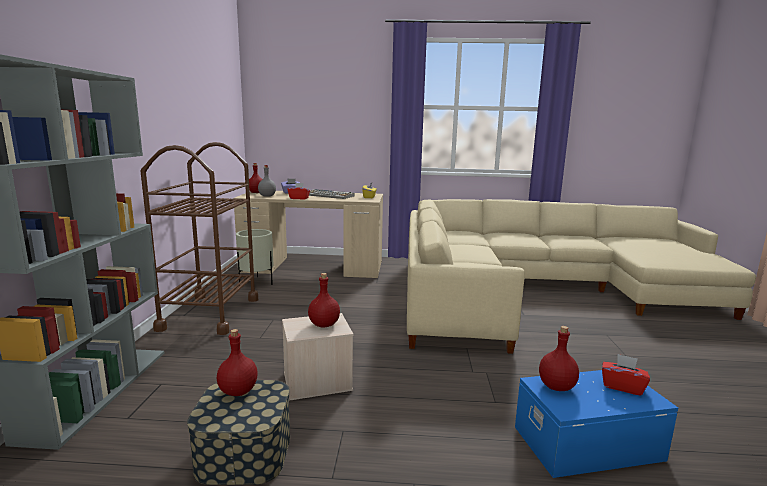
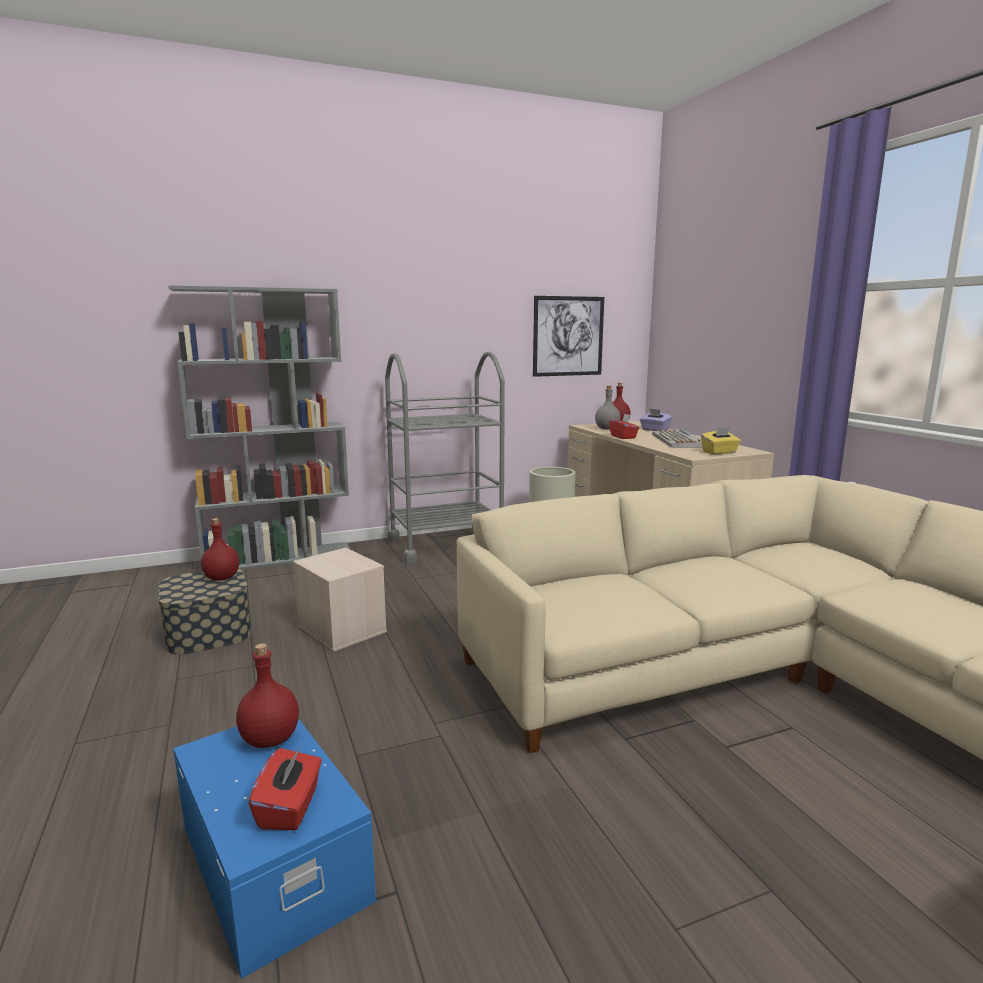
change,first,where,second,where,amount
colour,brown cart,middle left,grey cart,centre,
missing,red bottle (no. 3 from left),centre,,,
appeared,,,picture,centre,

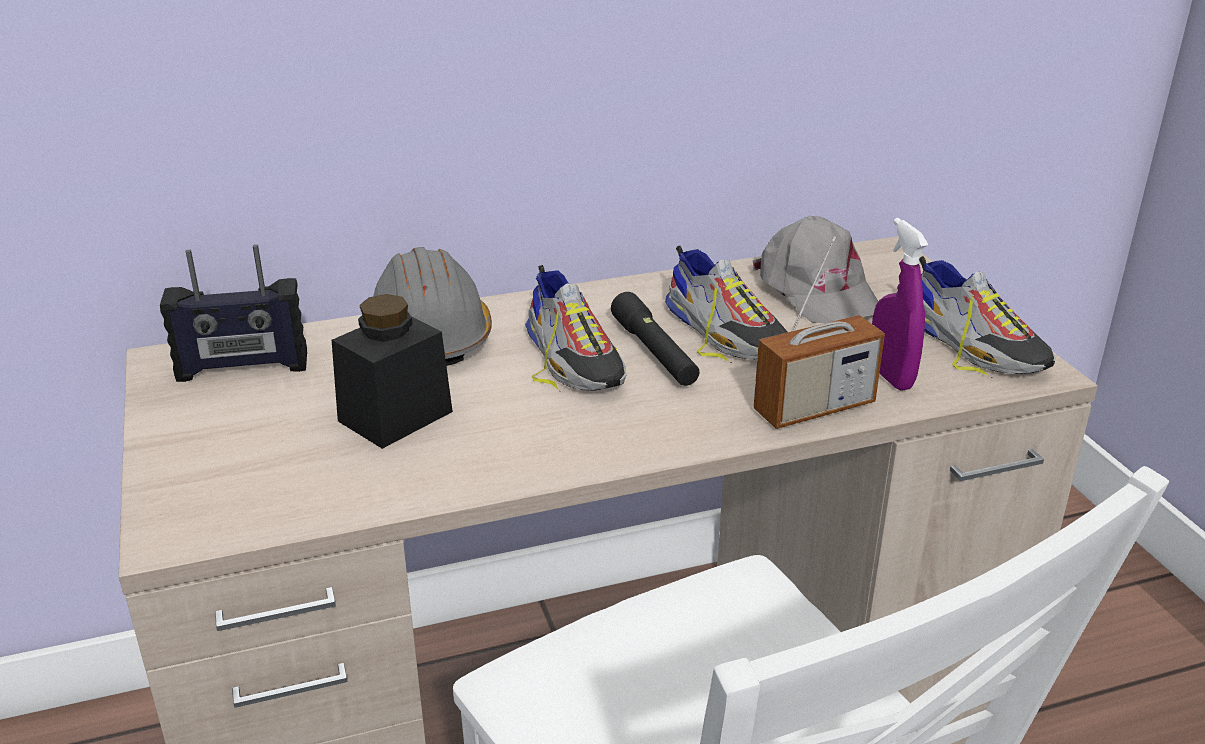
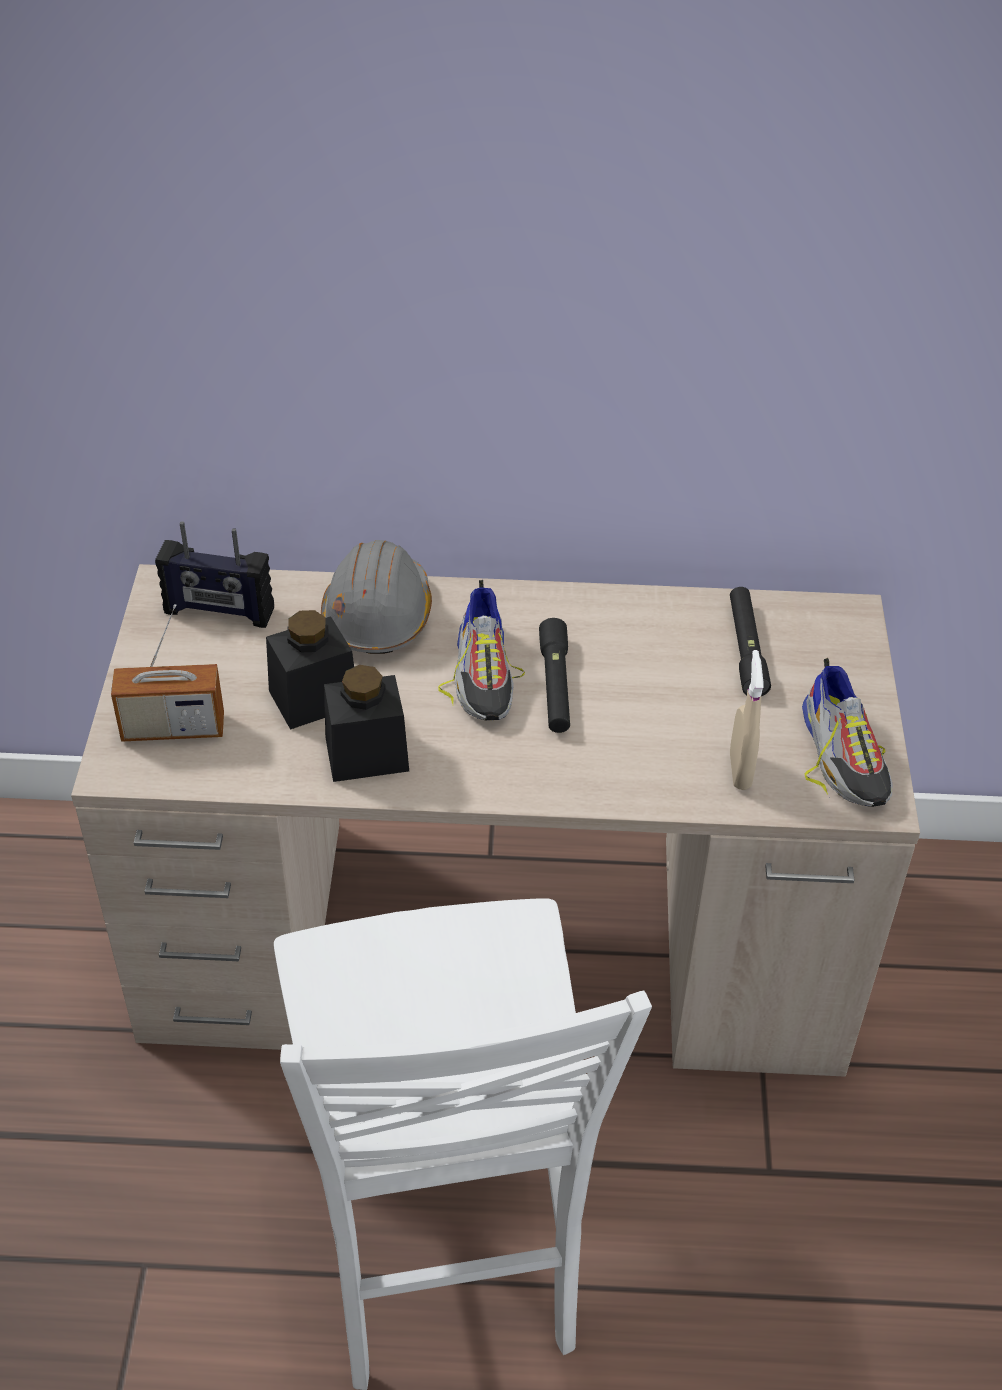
change,first,where,second,where,amount
missing,shoe (no. 2 from left),centre,,,
exchanged,grey cap,middle right,black flashlight (no. 2 from left),middle right,
relocated,radio (no. 2 from left in the first image),middle right,radio (no. 1 from left),middle left,
colour,purple spray bottle,middle right,beige spray bottle,middle right,
appeared,,,black jar (no. 2 from left),centre,

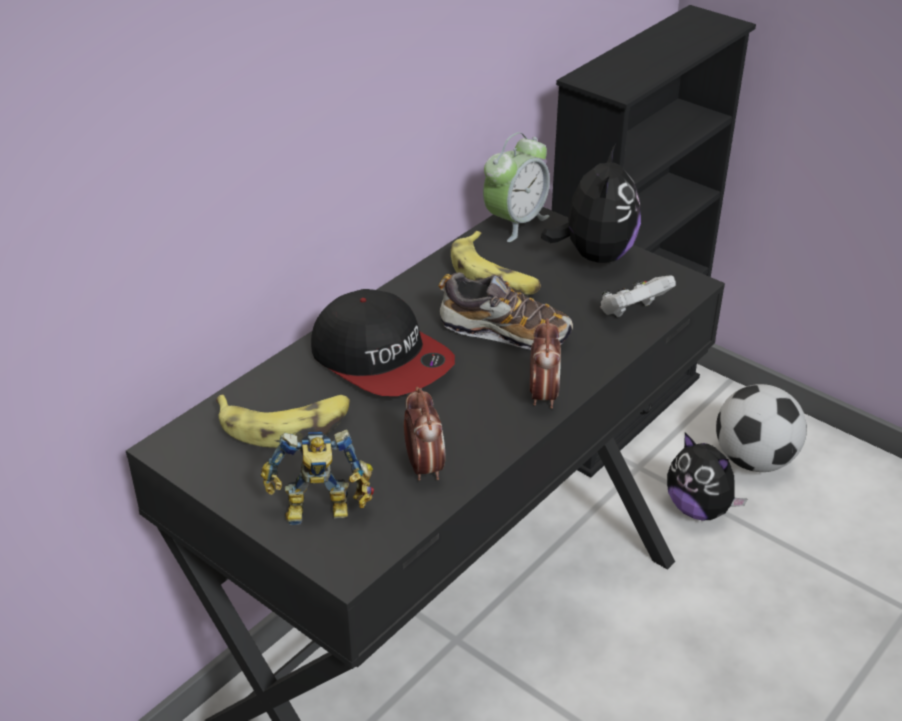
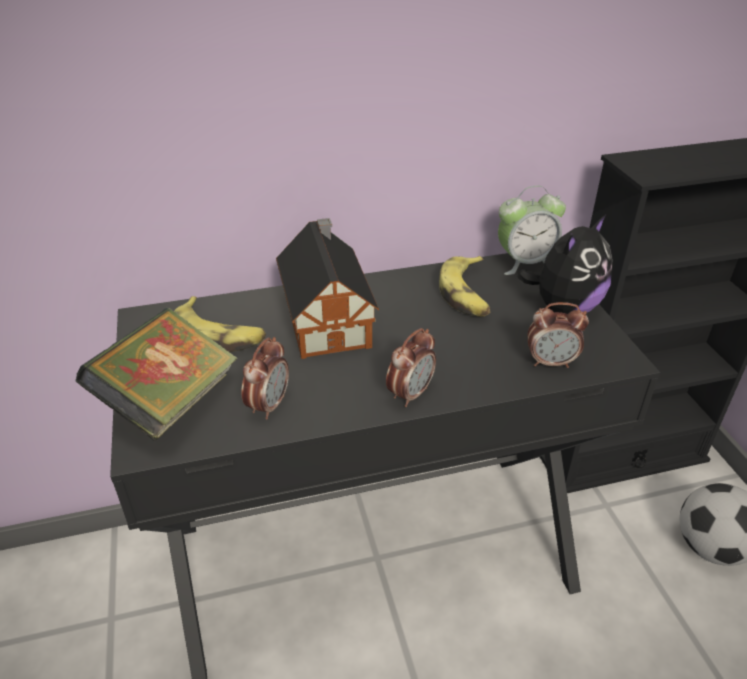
change,first,where,second,where,amount
exchanged,toy robot,centre,book,middle left,
exchanged,cap,centre,toy house,centre,
missing,shoe,centre,,,
exchanged,white game controller,middle right,alarm clock (no. 4 from left),middle right,
missing,plush toy (no. 2 from left),middle right,,,

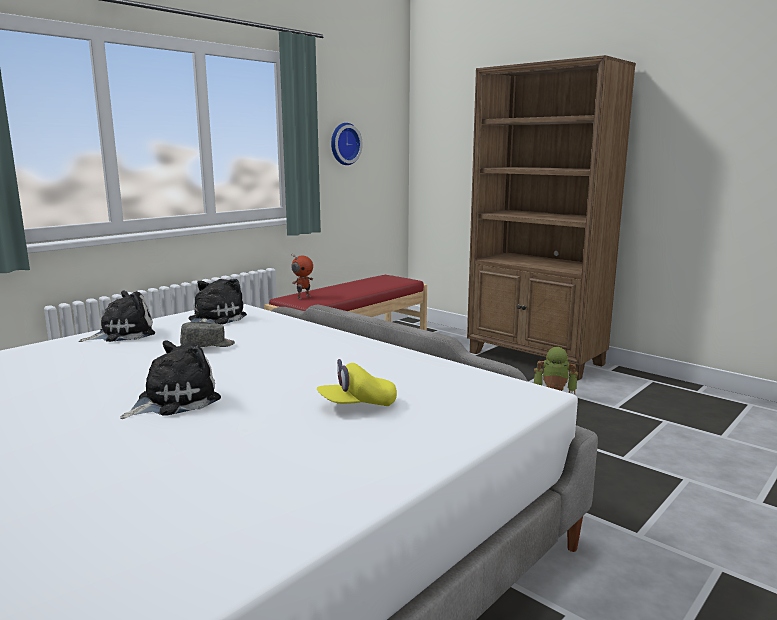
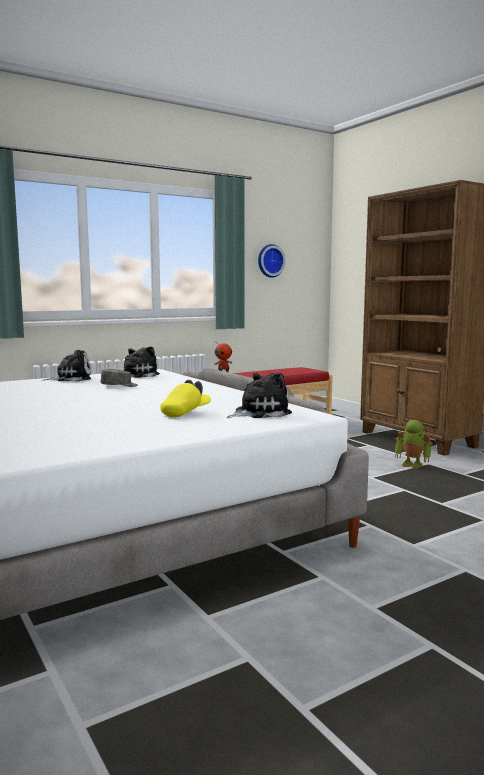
change,first,where,second,where,amount
relocated,plush toy (no. 2 from left in the first image),middle left,plush toy (no. 3 from left),centre,
spun,yellow cap,centre,,centre,135 degrees clockwise

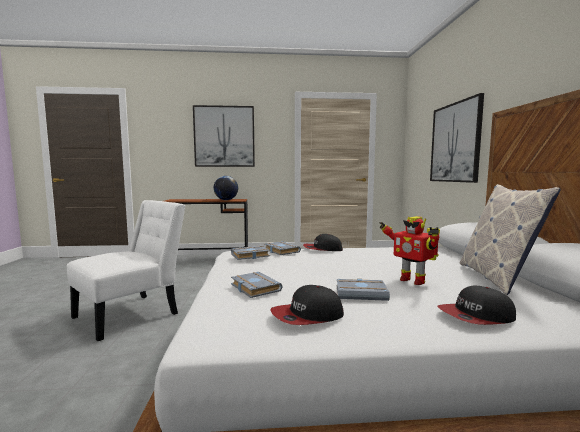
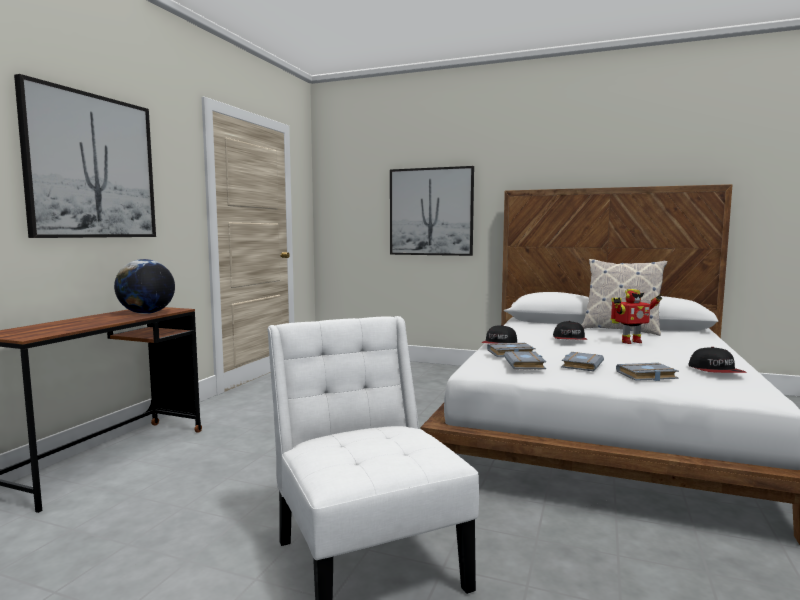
change,first,where,second,where,amount
relocated,grey book (no. 4 from left in the first image),bottom centre,grey book (no. 3 from left),middle right,
relocated,cap (no. 3 from left in the first image),bottom right,cap (no. 2 from left),middle right,

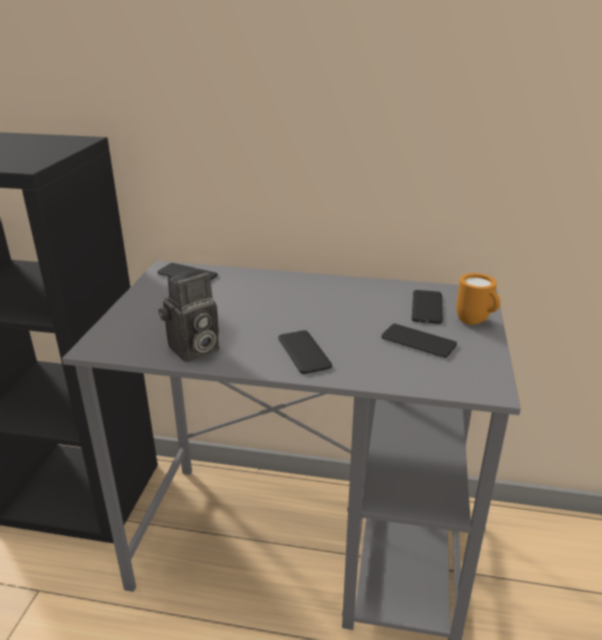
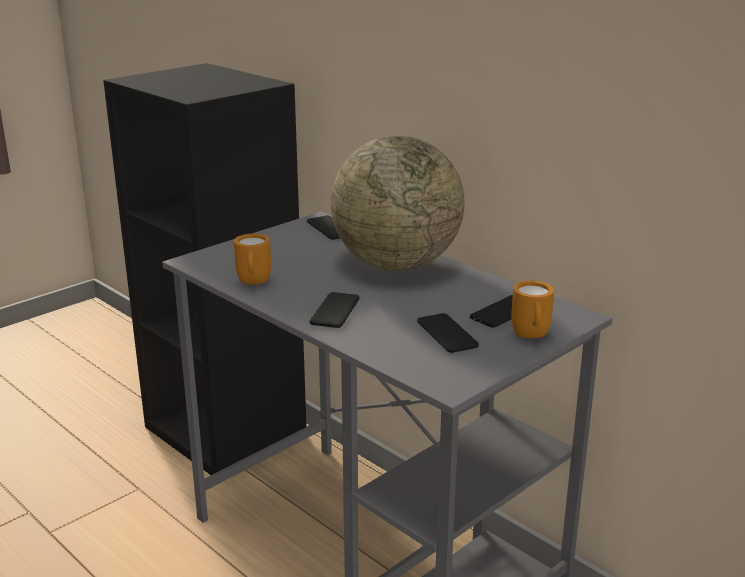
change,first,where,second,where,amount
exchanged,photo camera,middle left,orange mug (no. 1 from left),centre,
appeared,,,globe,centre,

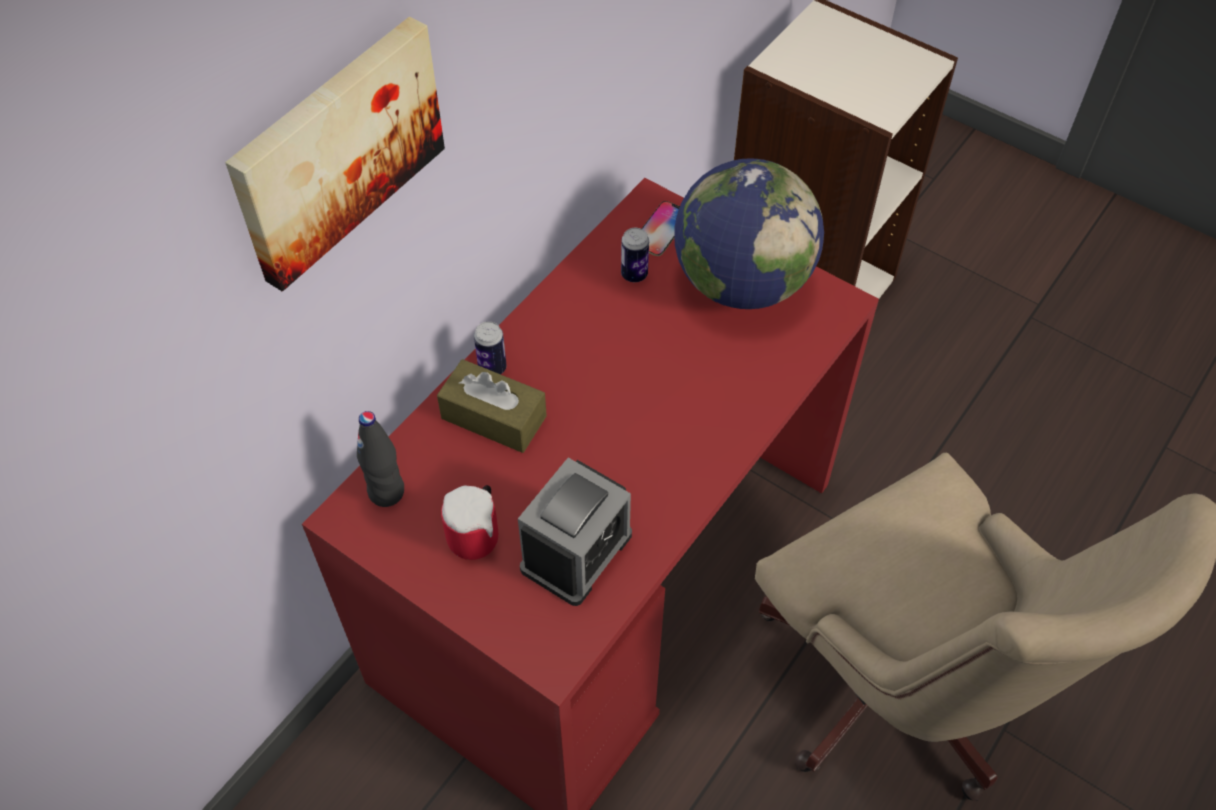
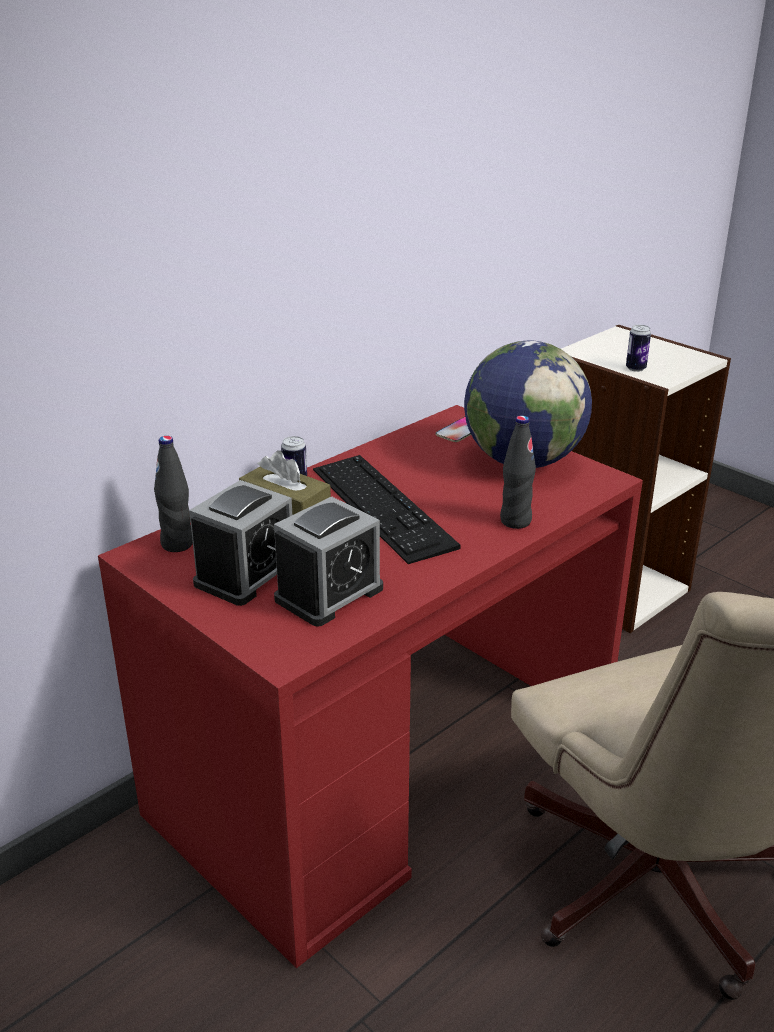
change,first,where,second,where,amount
missing,picture,top left,,,
exchanged,mug,centre,alarm clock (no. 1 from left),middle left,
relocated,can (no. 2 from left),top centre,,middle right,
appeared,,,keyboard,centre,
appeared,,,black bottle (no. 2 from left),middle right,

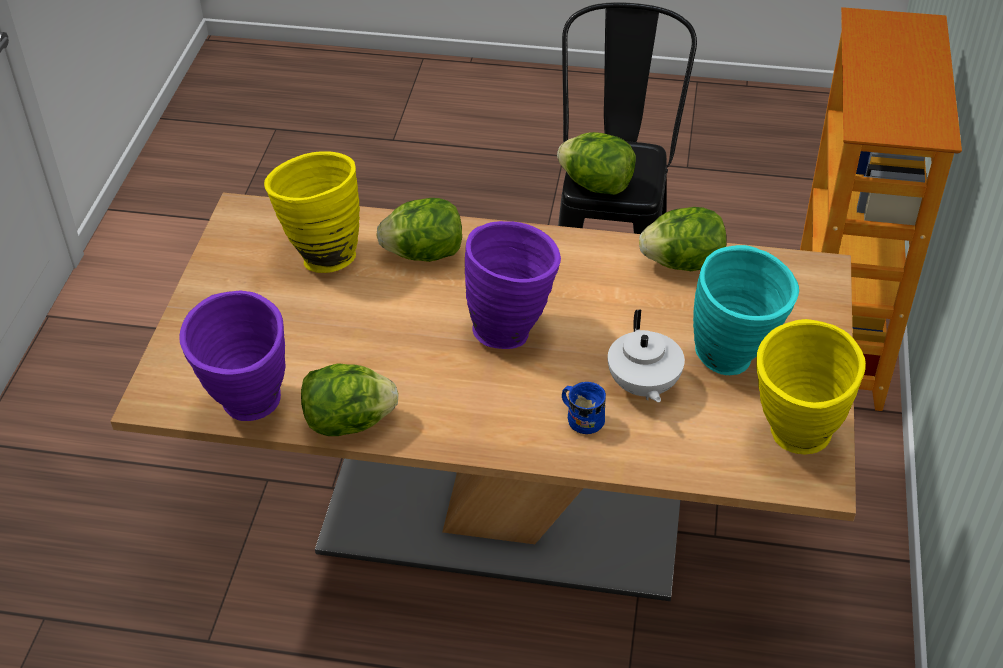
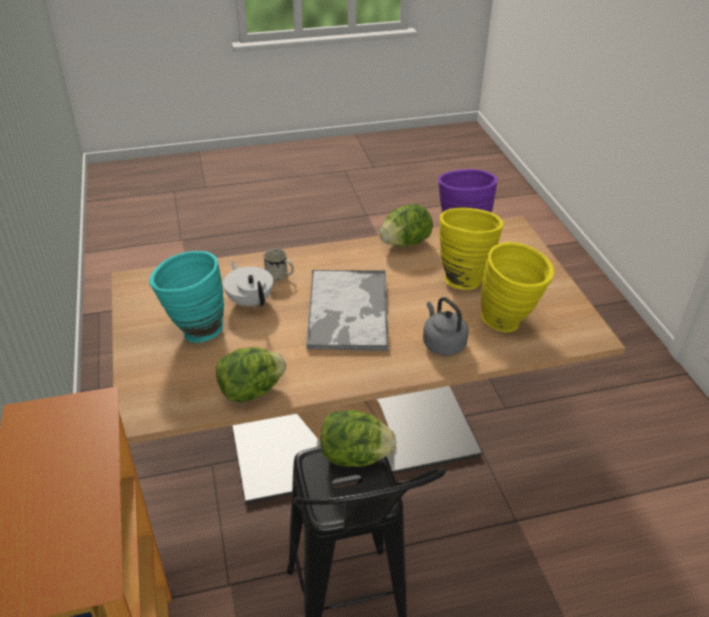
change,first,where,second,where,amount
exchanged,lettuce (no. 2 from left),centre,grey kettle,centre,
exchanged,purple vase (no. 2 from left),centre,tray,centre,
colour,blue mug,centre,white mug,centre,
relocated,yellow vase (no. 2 from left in the first image),middle right,yellow vase (no. 1 from left),centre,

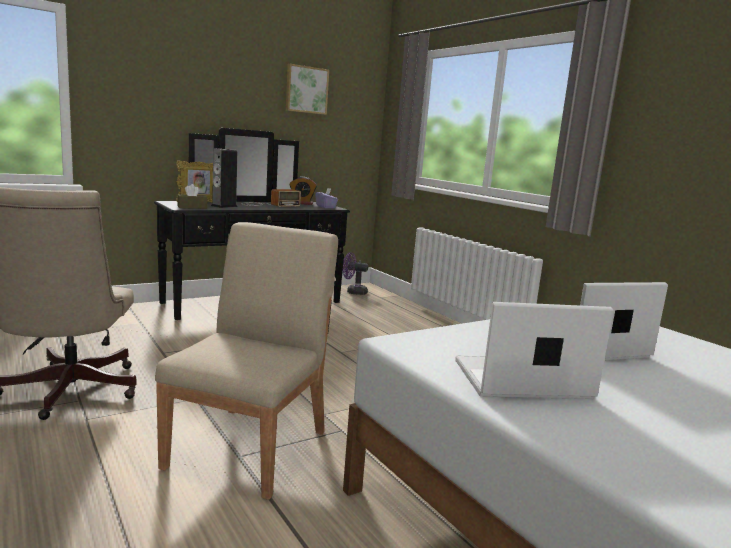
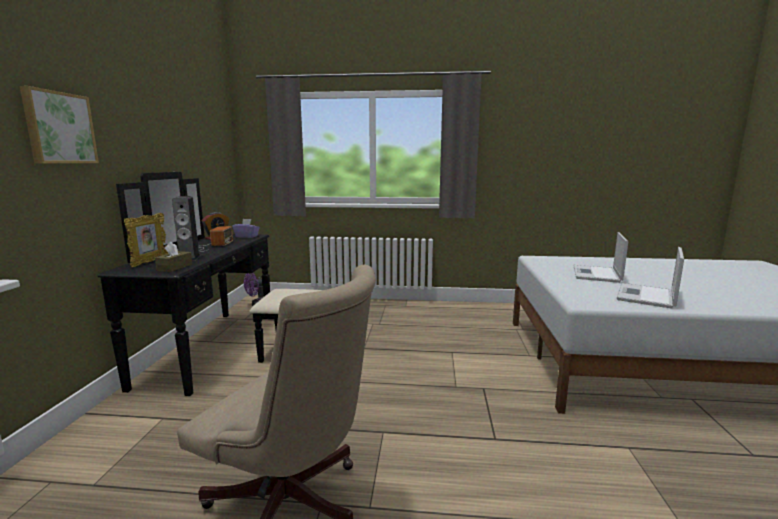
change,first,where,second,where,amount
missing,beige chair,centre,,,
relocated,picture,top centre,,top left,

